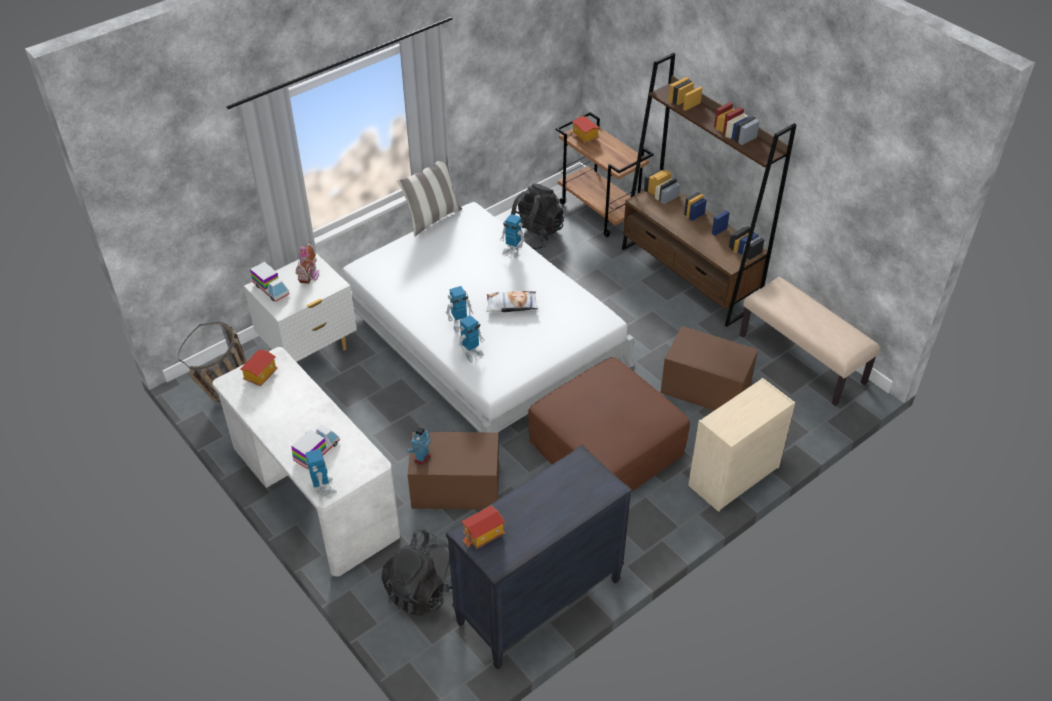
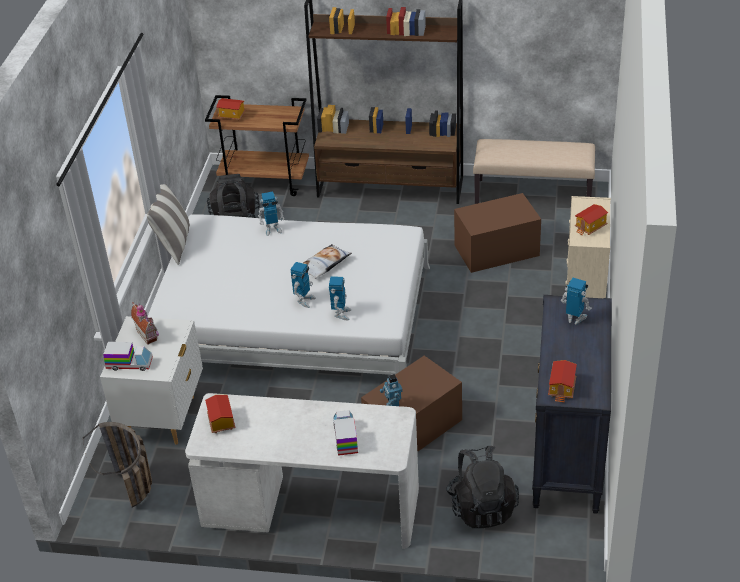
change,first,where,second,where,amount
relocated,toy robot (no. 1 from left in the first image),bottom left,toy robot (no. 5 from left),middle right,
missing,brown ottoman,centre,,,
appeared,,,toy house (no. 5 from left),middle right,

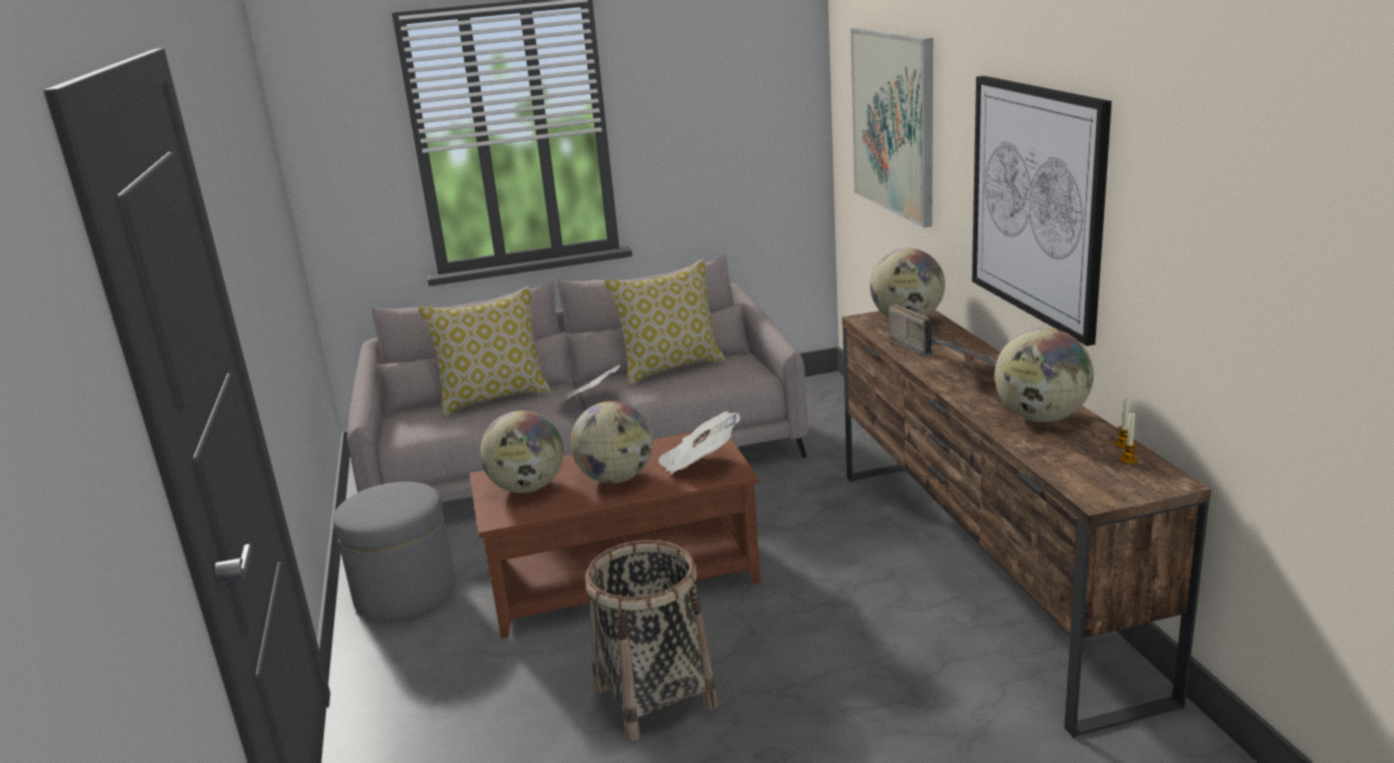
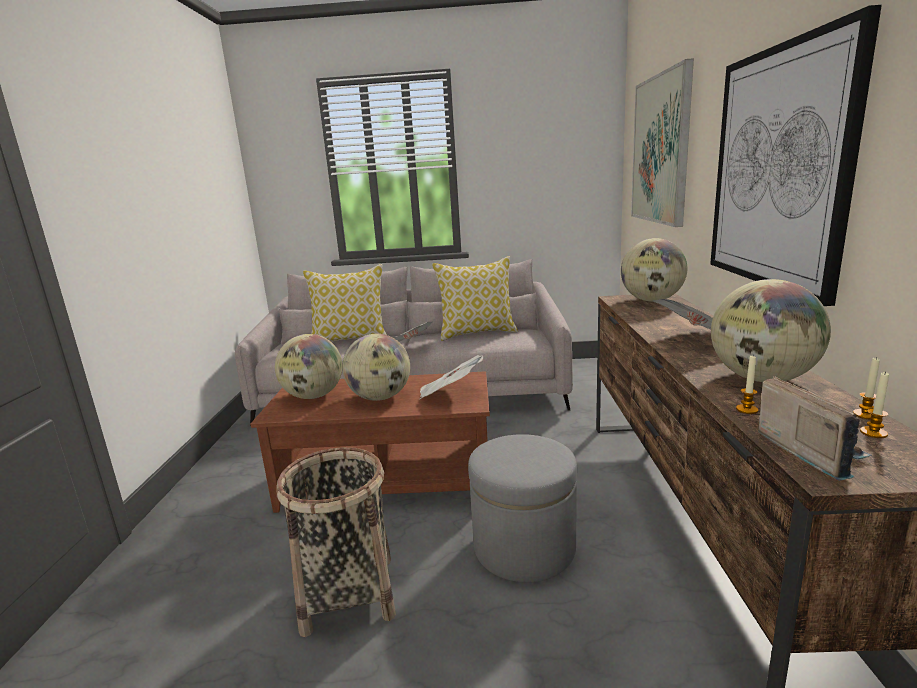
change,first,where,second,where,amount
relocated,grey ottoman,bottom left,,bottom centre,
relocated,radio,centre,,middle right,
appeared,,,candle (no. 1 from left),middle right,

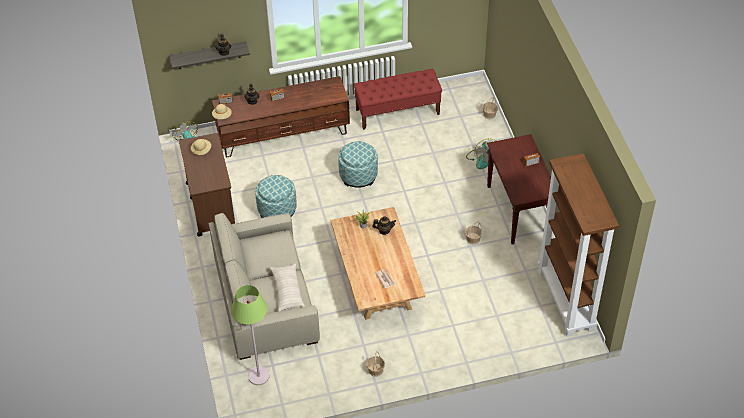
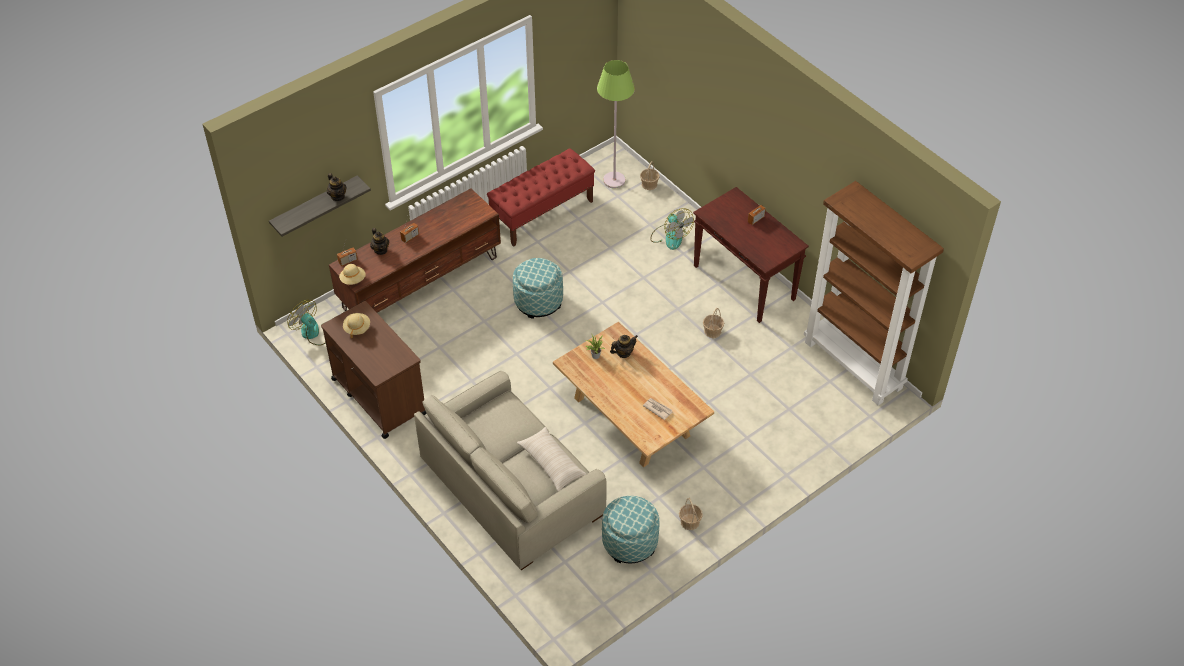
change,first,where,second,where,amount
relocated,green floor lamp,bottom centre,,top centre,
relocated,ottoman (no. 1 from left in the first image),centre,ottoman (no. 2 from left),bottom centre,

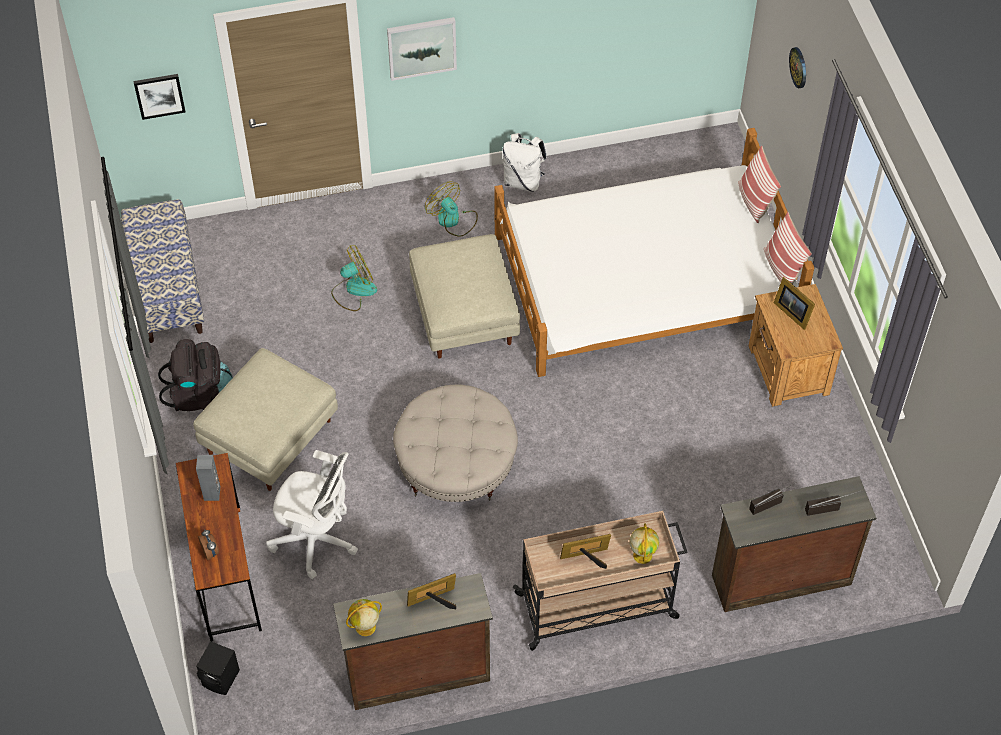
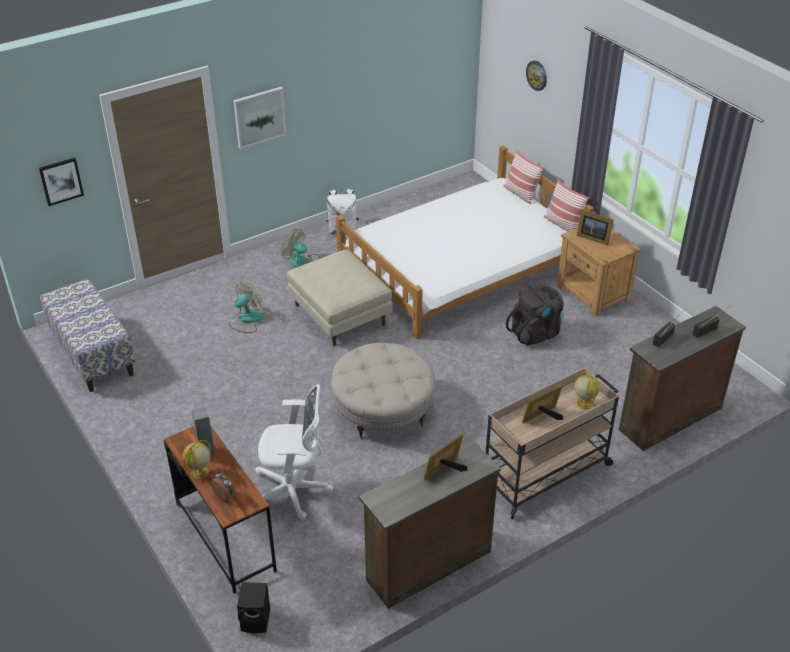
change,first,where,second,where,amount
relocated,black backpack,middle left,,middle right,
missing,beige ottoman (no. 1 from left),middle left,,,
relocated,globe (no. 1 from left),bottom centre,,bottom left,

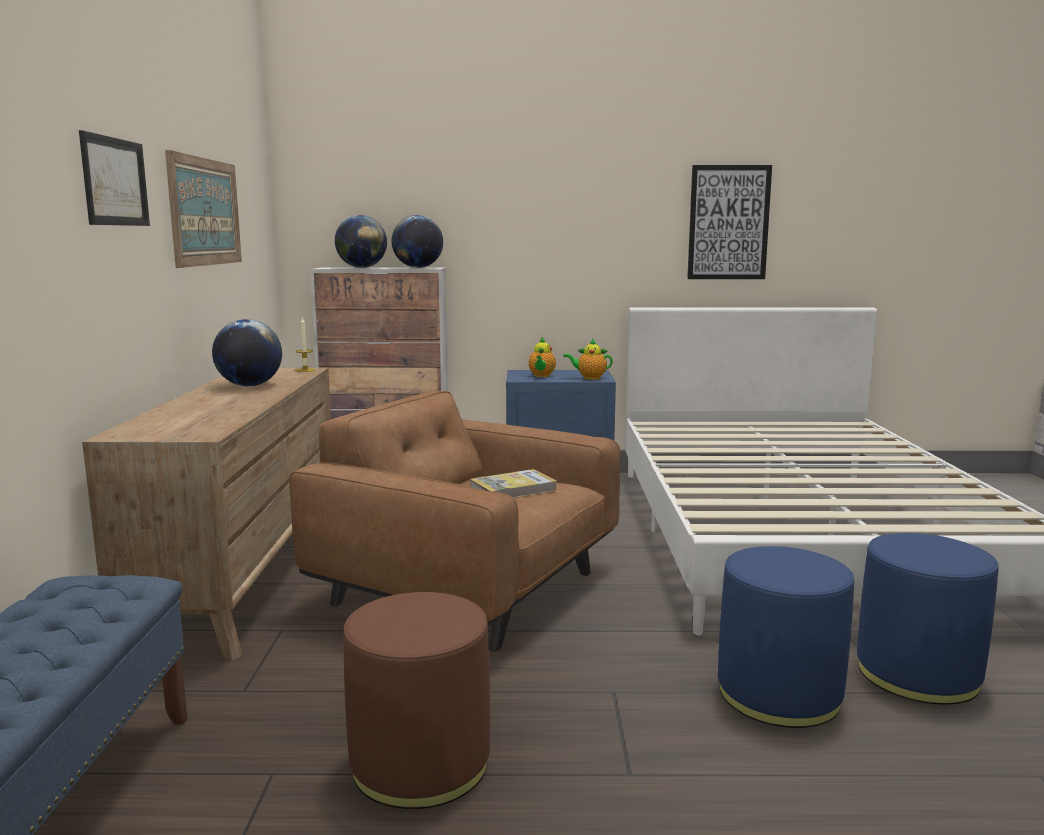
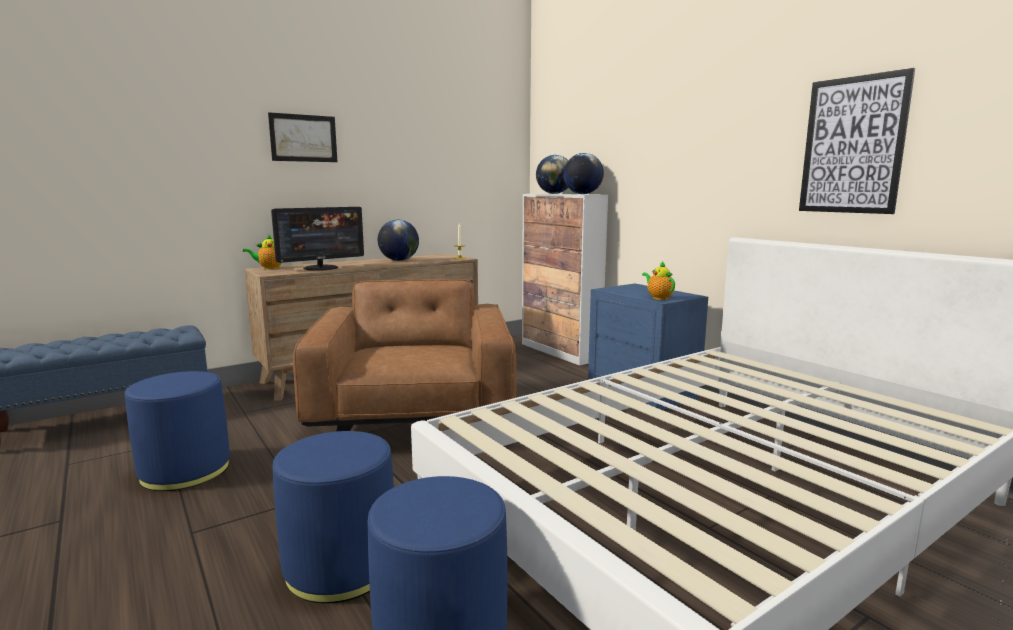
change,first,where,second,where,amount
missing,picture (no. 2 from left),top left,,,
colour,brown ottoman,bottom centre,blue ottoman (no. 1 from left),bottom left,
missing,book,centre,,,
relocated,teapot (no. 1 from left),centre,,middle left,
appeared,,,monitor,middle left,

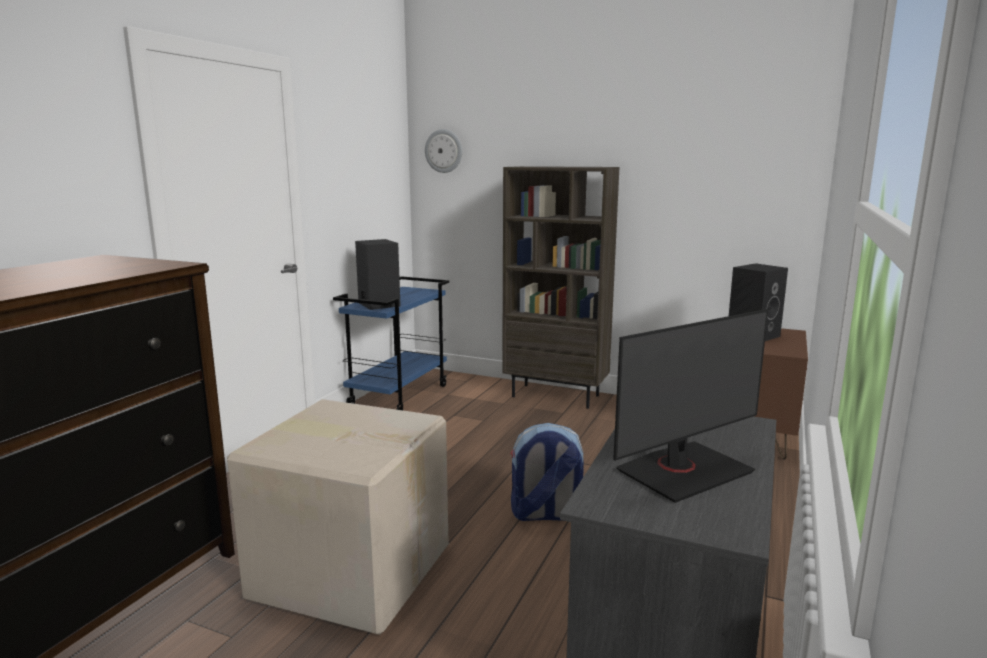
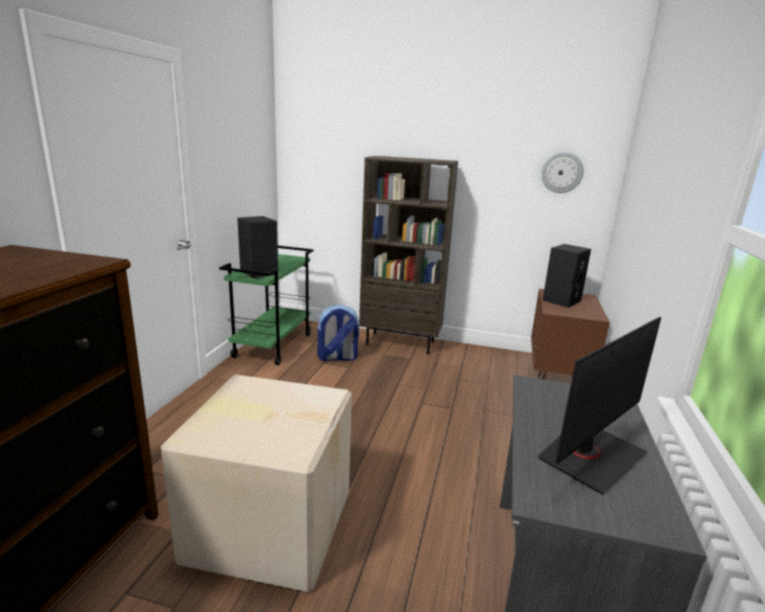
change,first,where,second,where,amount
colour,blue cart,centre,green cart,centre,
relocated,wall clock,top centre,,top right,
relocated,backpack,bottom centre,,centre,

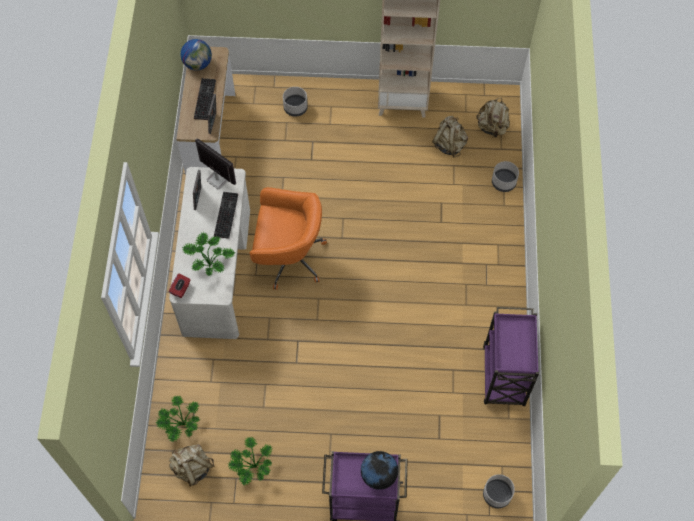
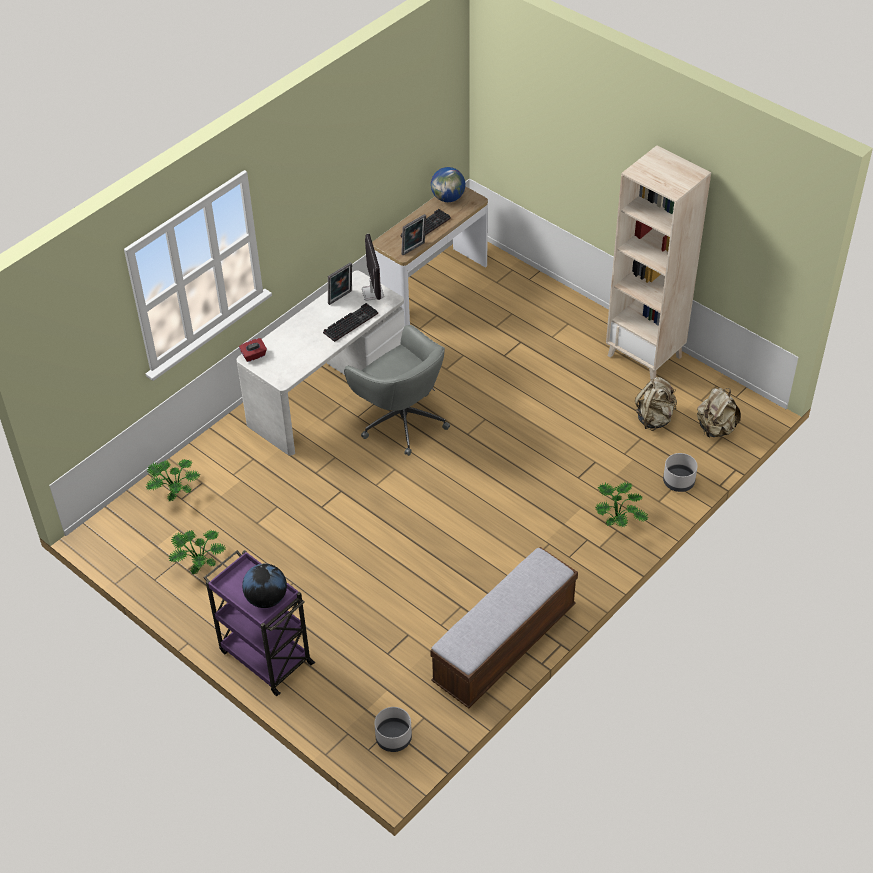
change,first,where,second,where,amount
missing,beige backpack (no. 1 from left),bottom left,,,
relocated,potted plant (no. 2 from left in the first image),middle left,potted plant (no. 3 from left),middle right,
colour,orange office chair,centre,grey office chair,centre,
missing,grey planter (no. 1 from left),top centre,,,
exchanged,purple cart (no. 2 from left),bottom right,bench,bottom centre,

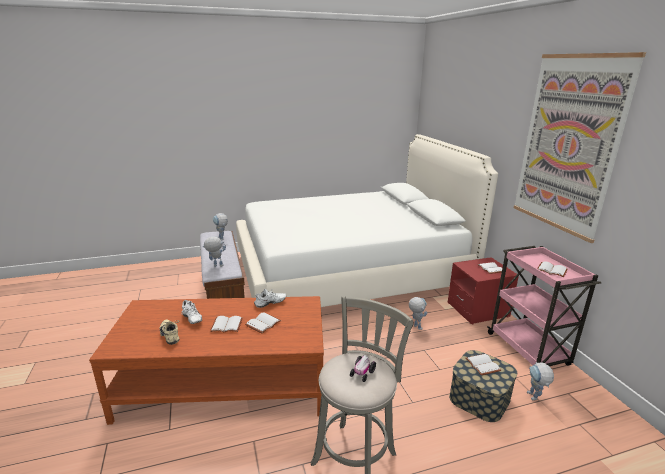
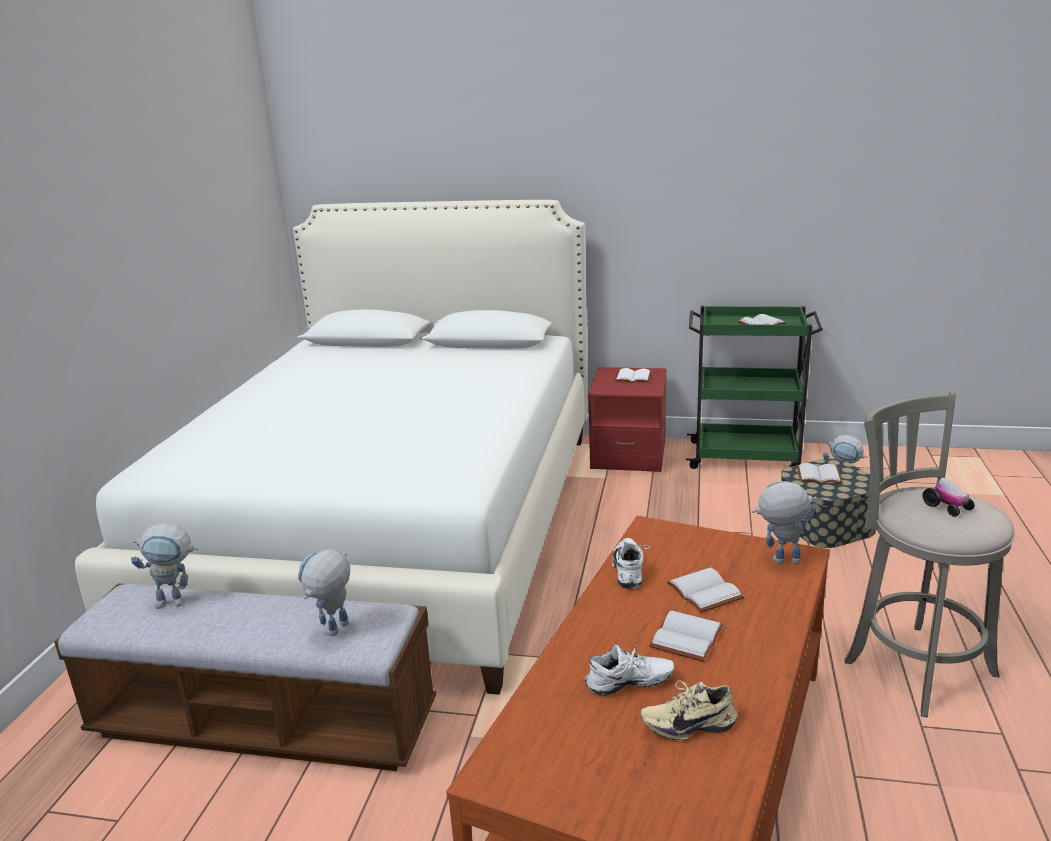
change,first,where,second,where,amount
relocated,toy robot (no. 3 from left),centre,,middle right,
colour,pink cart,middle right,green cart,middle right,
missing,picture,top right,,,

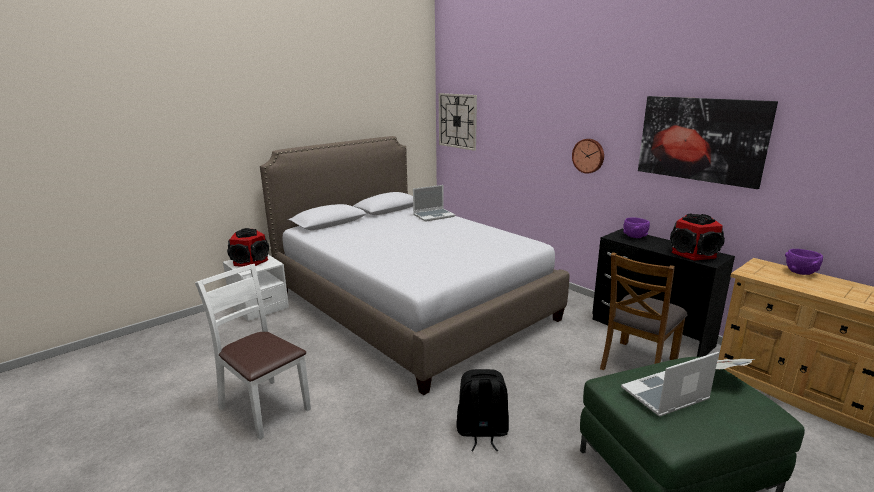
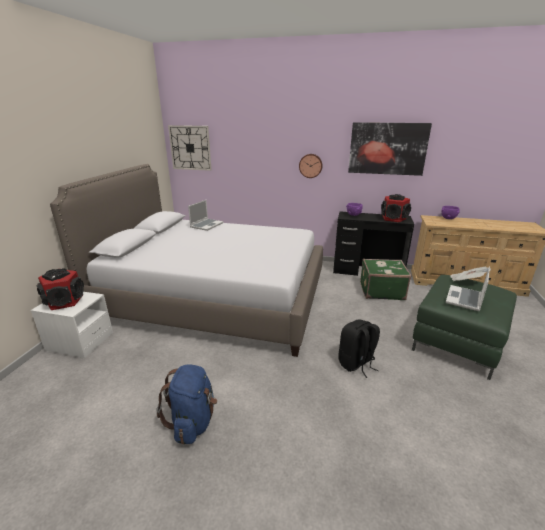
change,first,where,second,where,amount
exchanged,white chair,bottom left,blue backpack,bottom centre,
exchanged,brown chair,middle right,green suitcase,middle right,

